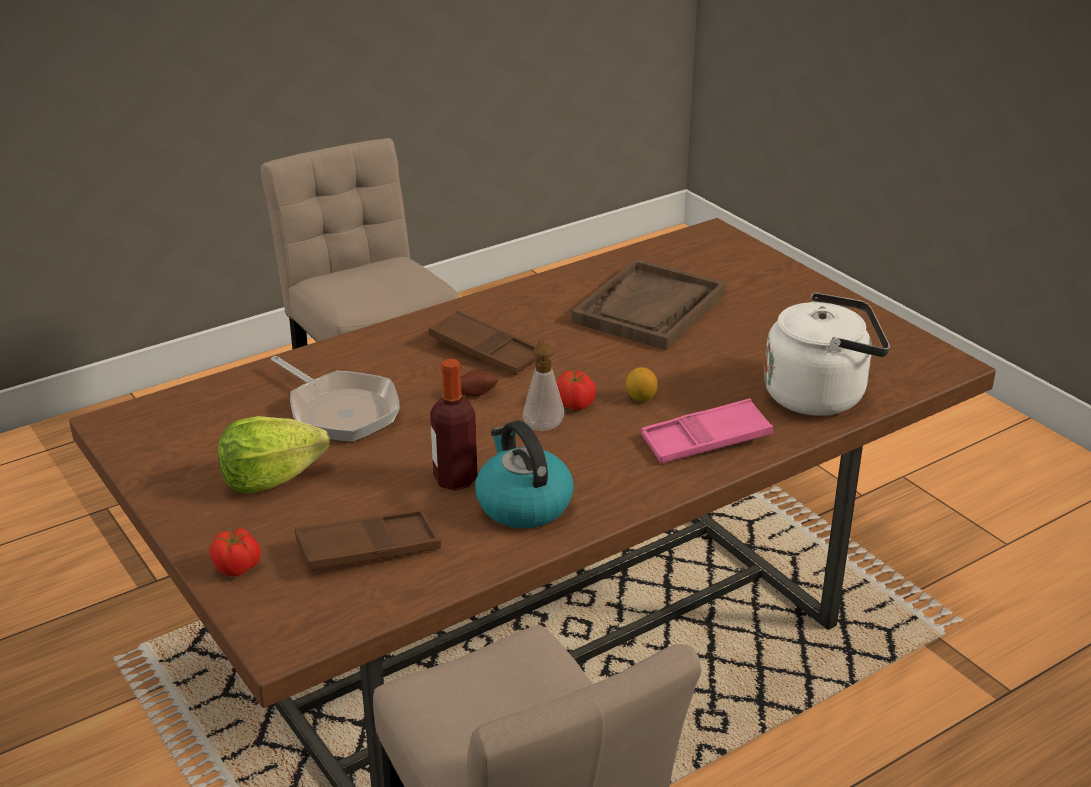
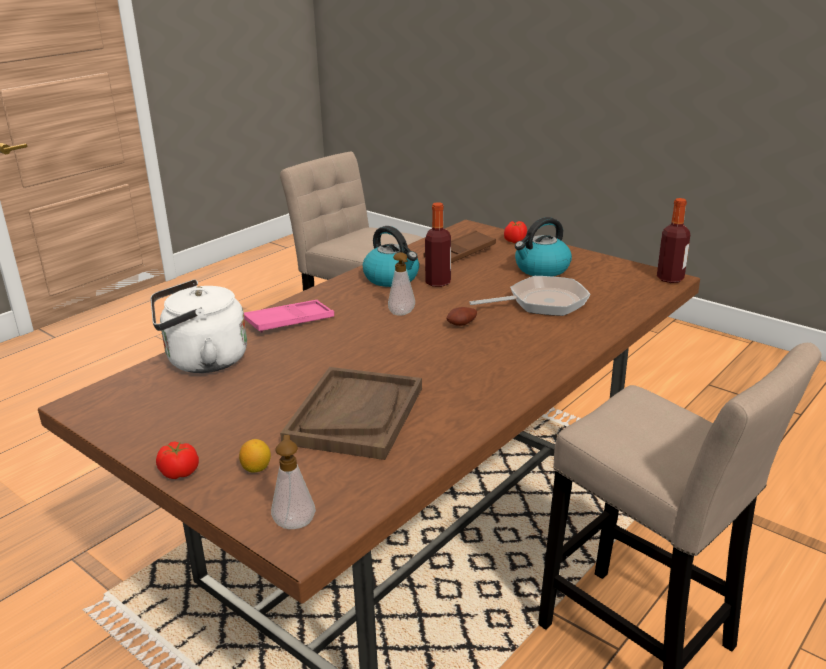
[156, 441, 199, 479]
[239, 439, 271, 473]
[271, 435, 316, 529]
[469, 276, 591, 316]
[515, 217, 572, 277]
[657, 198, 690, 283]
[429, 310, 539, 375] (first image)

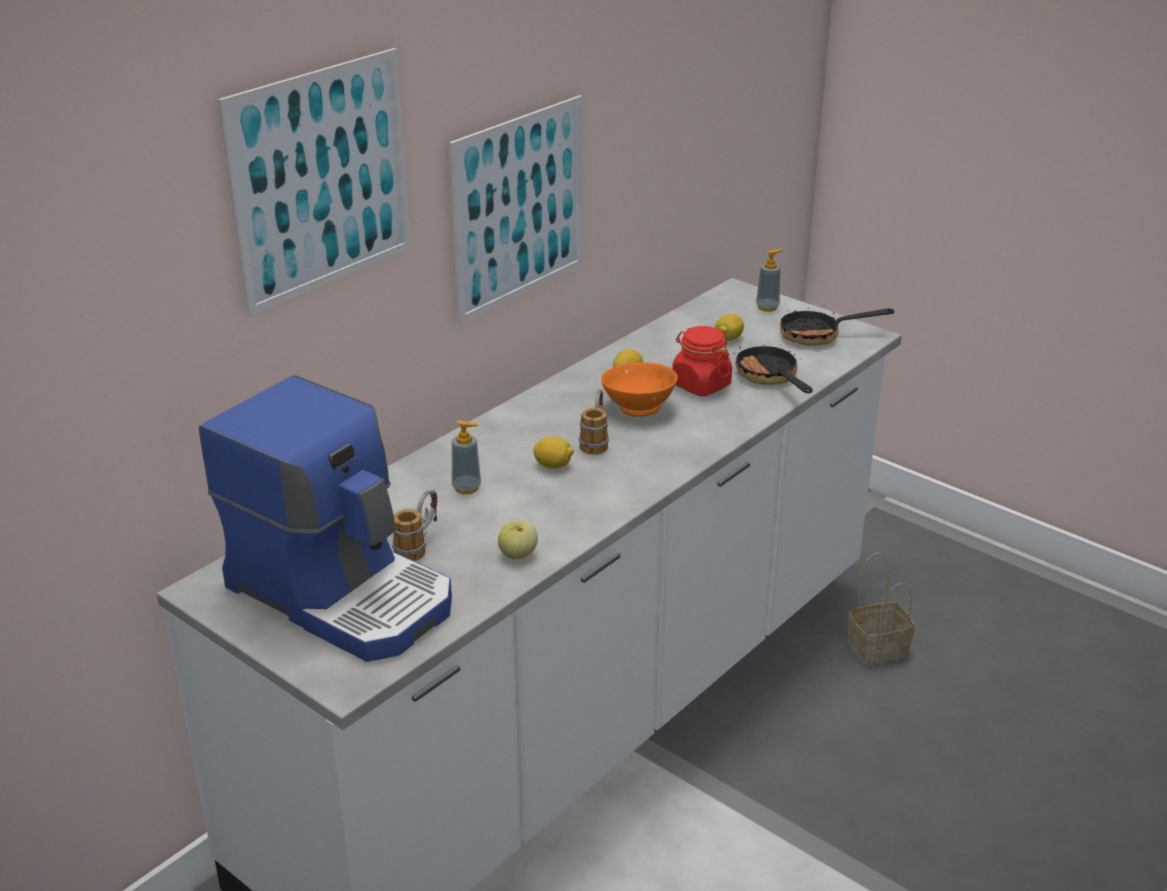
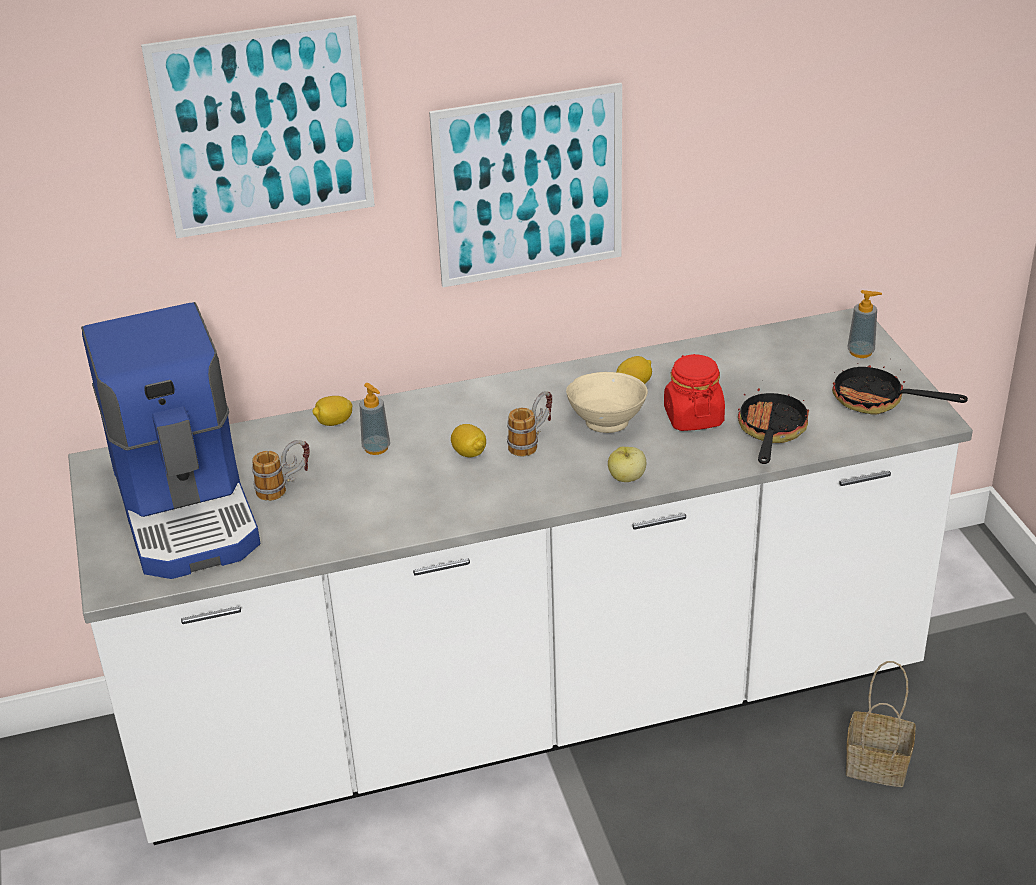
[312, 396, 353, 426]
[566, 372, 648, 433]
[608, 446, 646, 482]

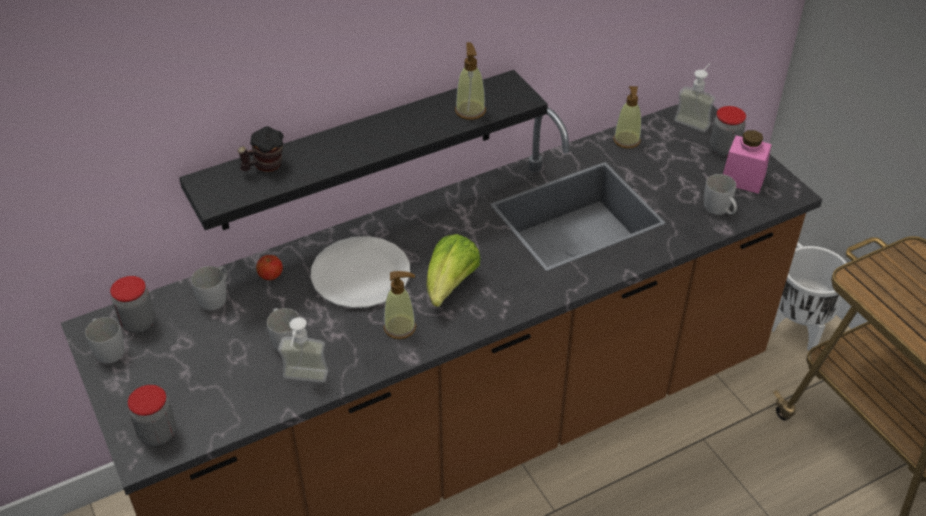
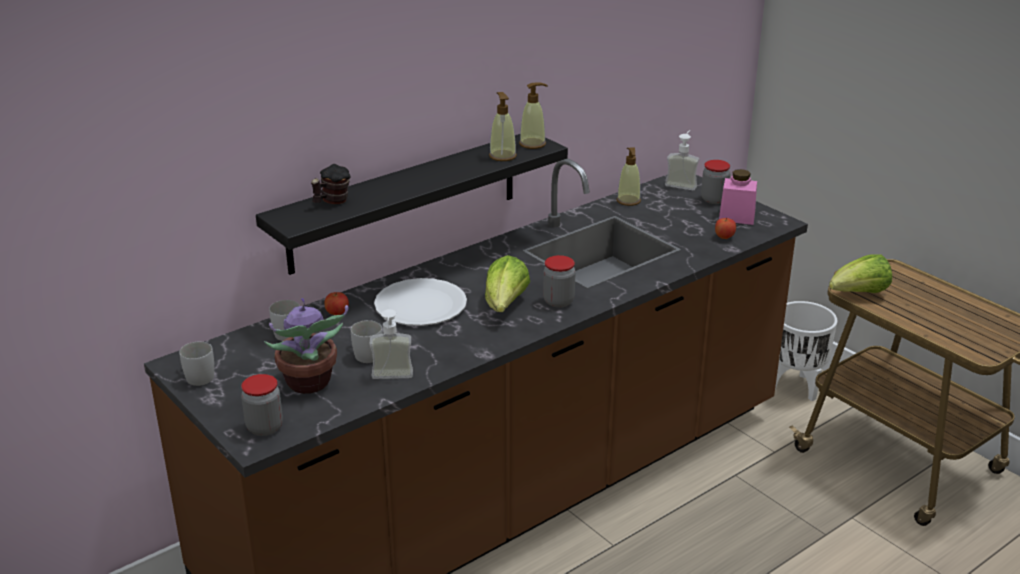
[264, 298, 349, 394]
[519, 83, 548, 149]
[543, 255, 576, 308]
[715, 218, 736, 239]
[829, 254, 892, 293]

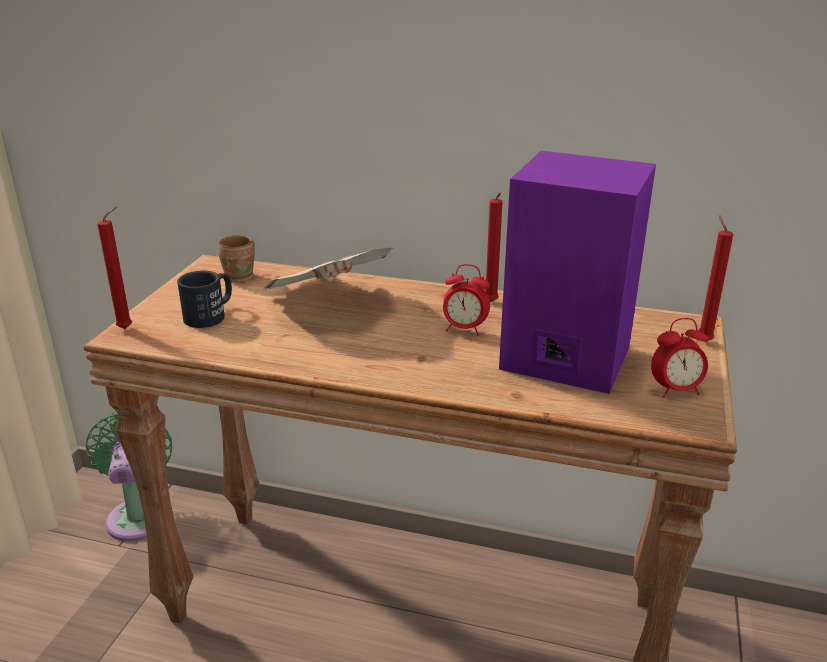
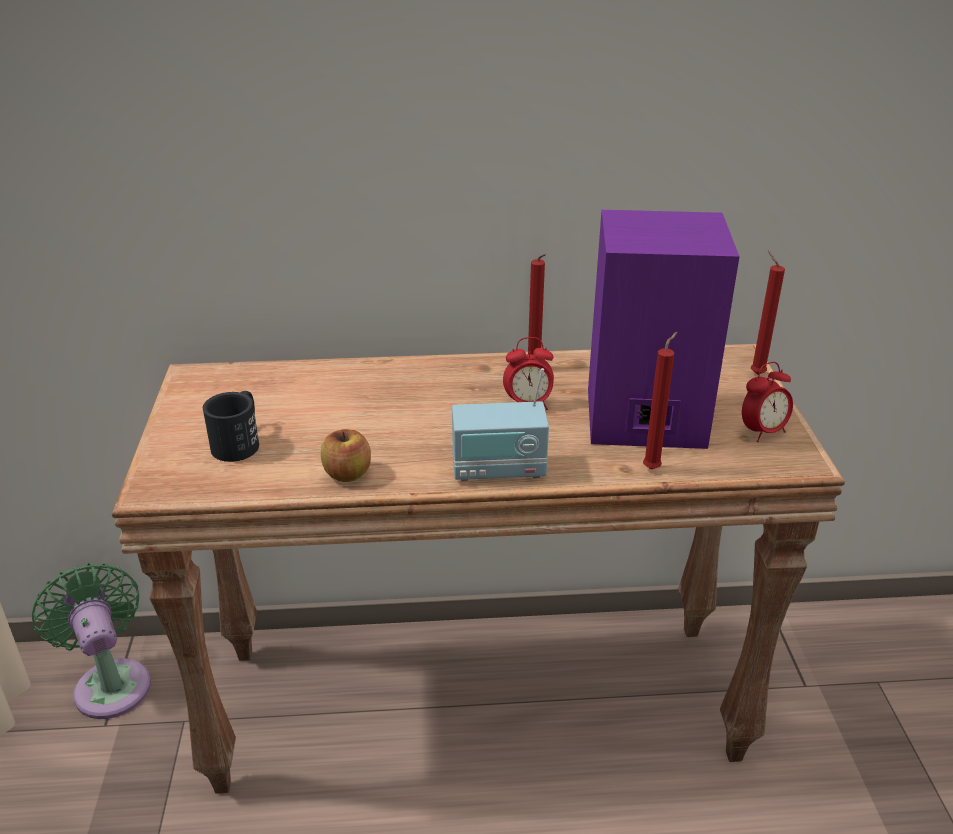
[321, 429, 371, 482]
[452, 368, 549, 481]
[643, 332, 677, 469]
[218, 235, 255, 282] (first image)
[263, 248, 394, 290] (first image)

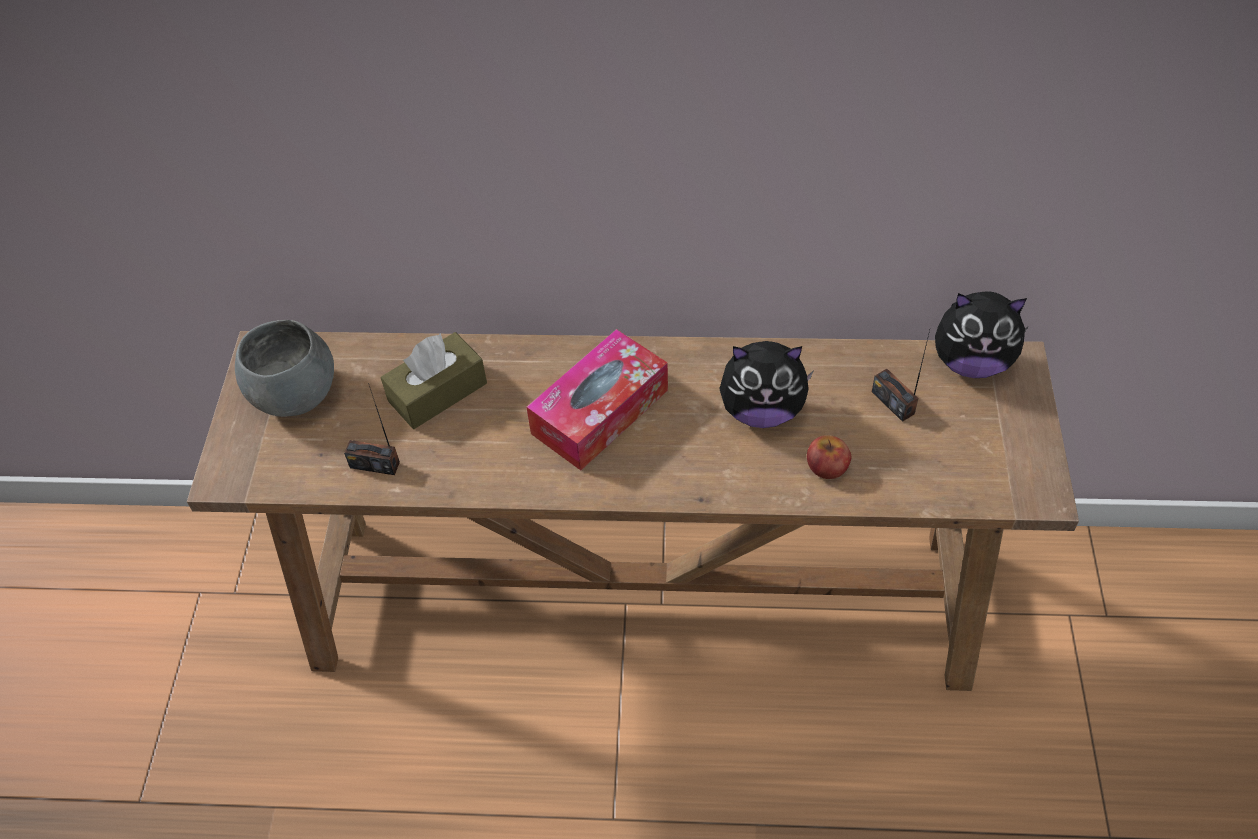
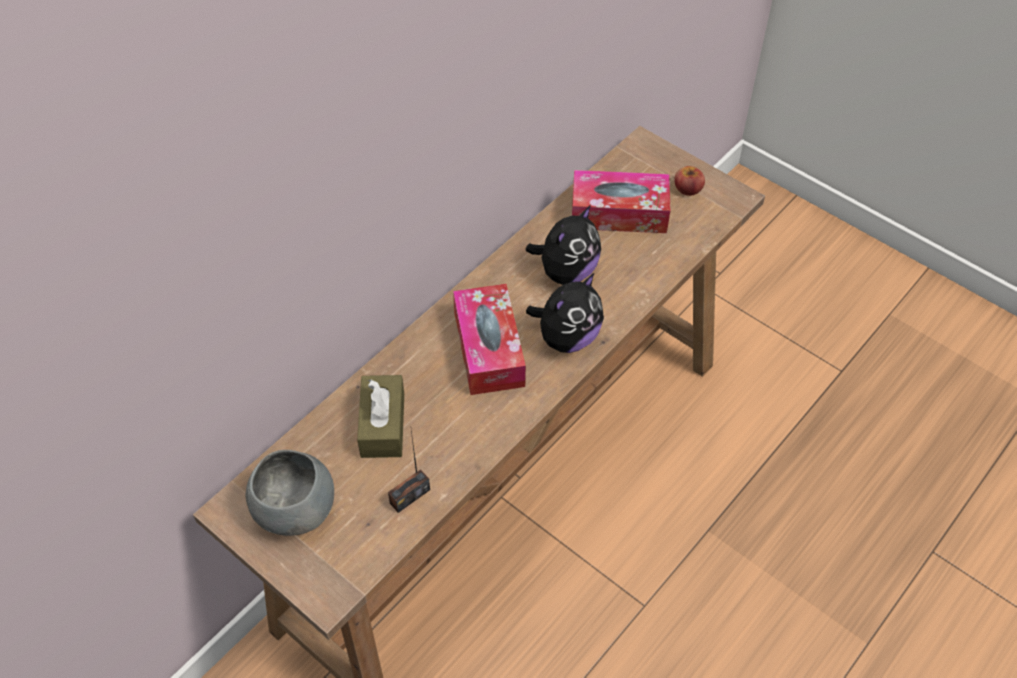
[526, 273, 604, 353]
[572, 170, 670, 233]
[674, 166, 705, 196]

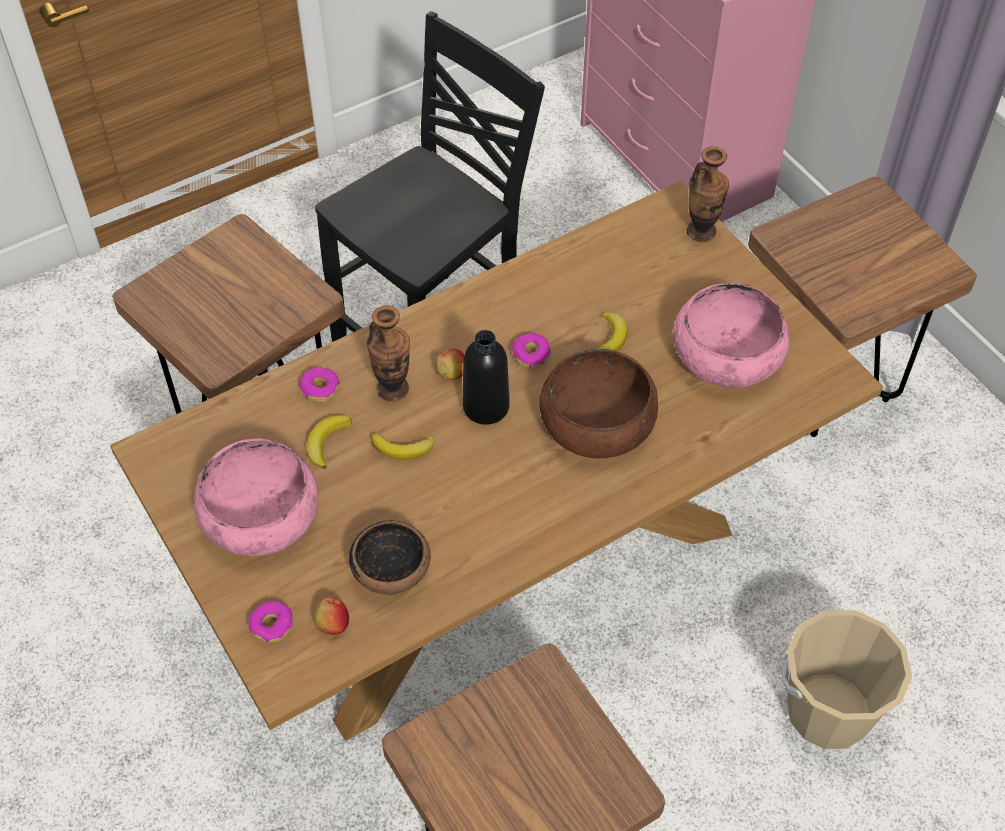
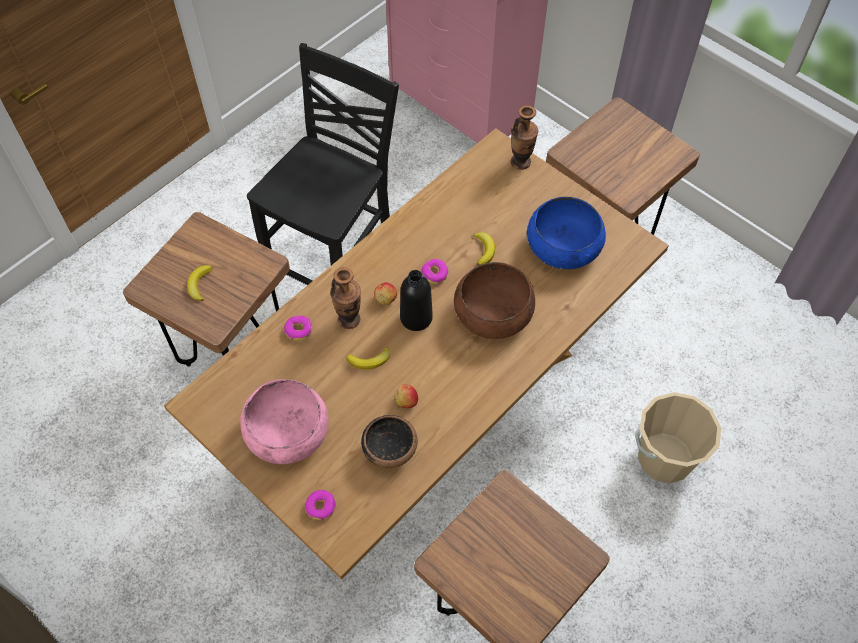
[187, 265, 213, 301]
[395, 385, 418, 408]
[527, 197, 606, 269]

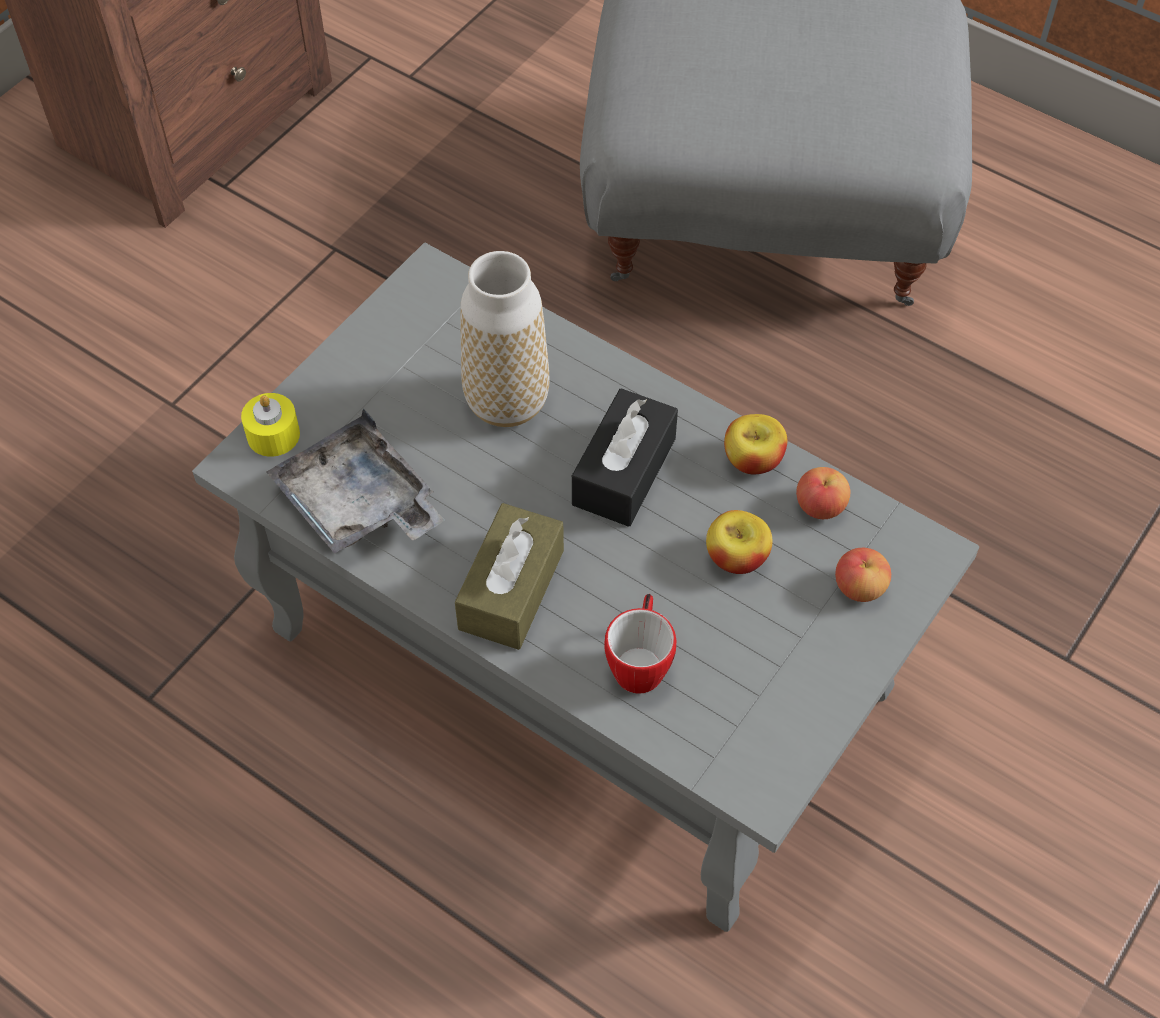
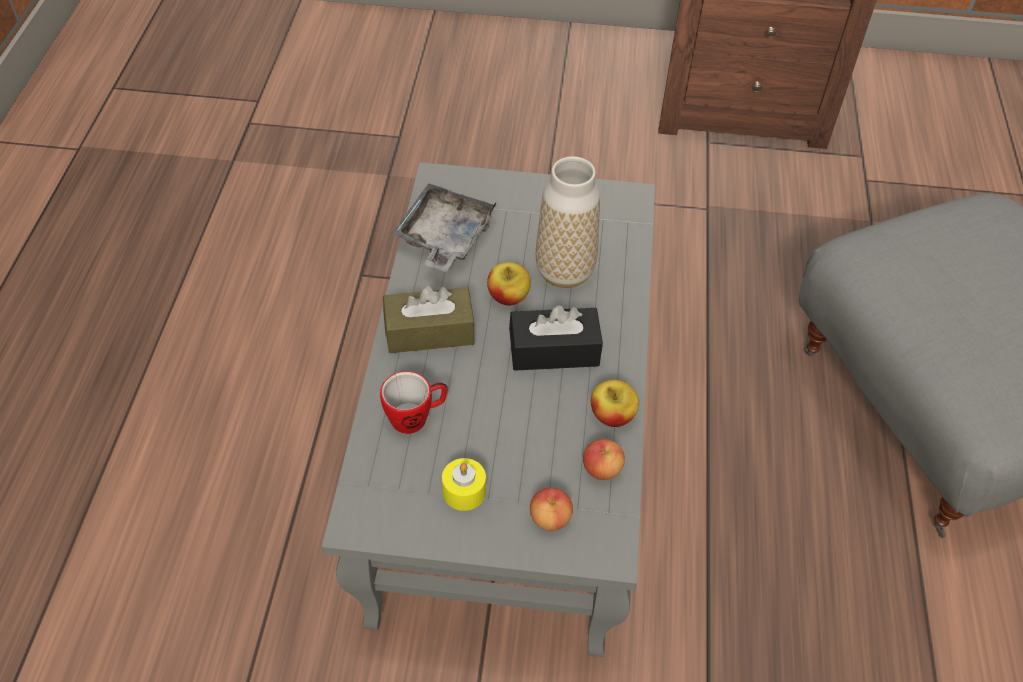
[442, 458, 486, 511]
[487, 262, 531, 306]

